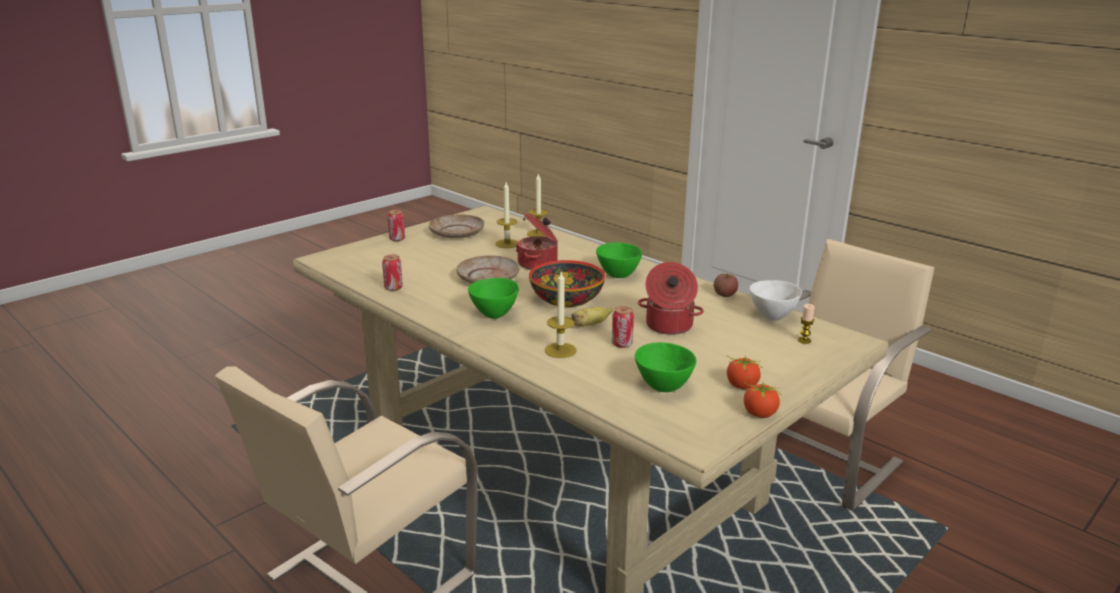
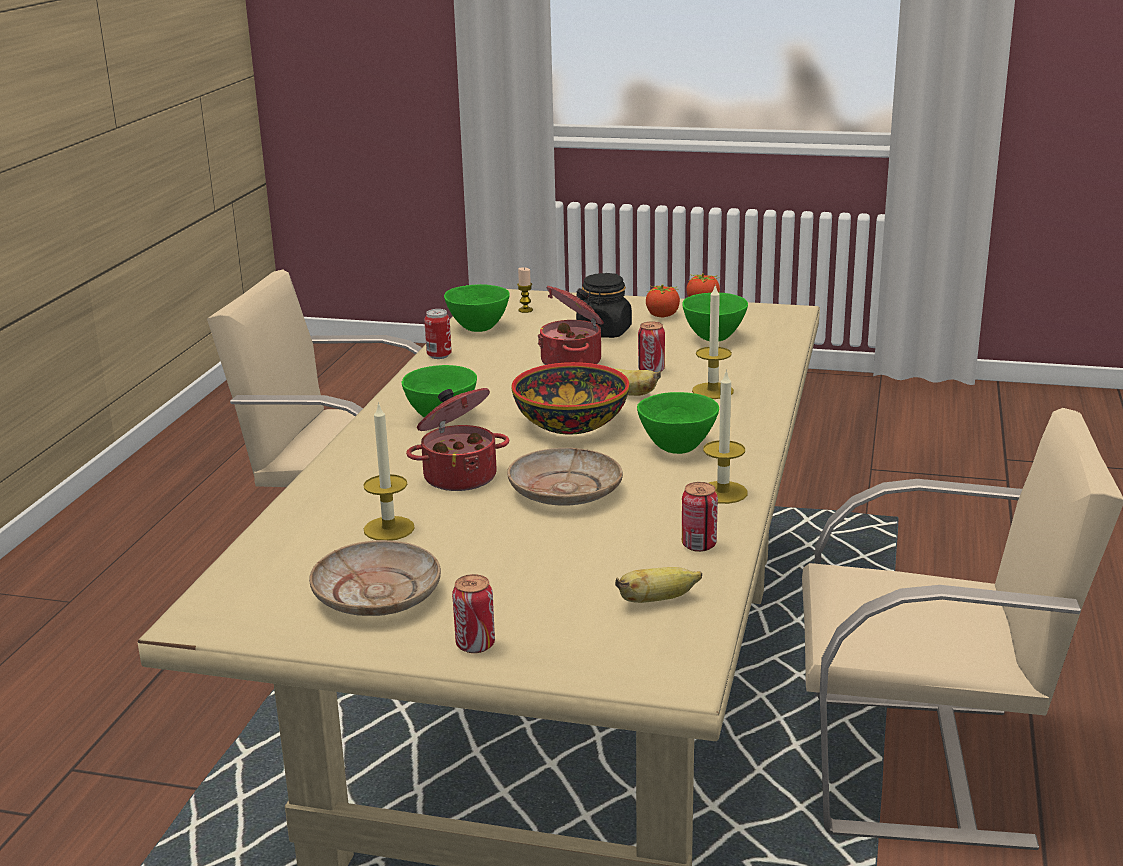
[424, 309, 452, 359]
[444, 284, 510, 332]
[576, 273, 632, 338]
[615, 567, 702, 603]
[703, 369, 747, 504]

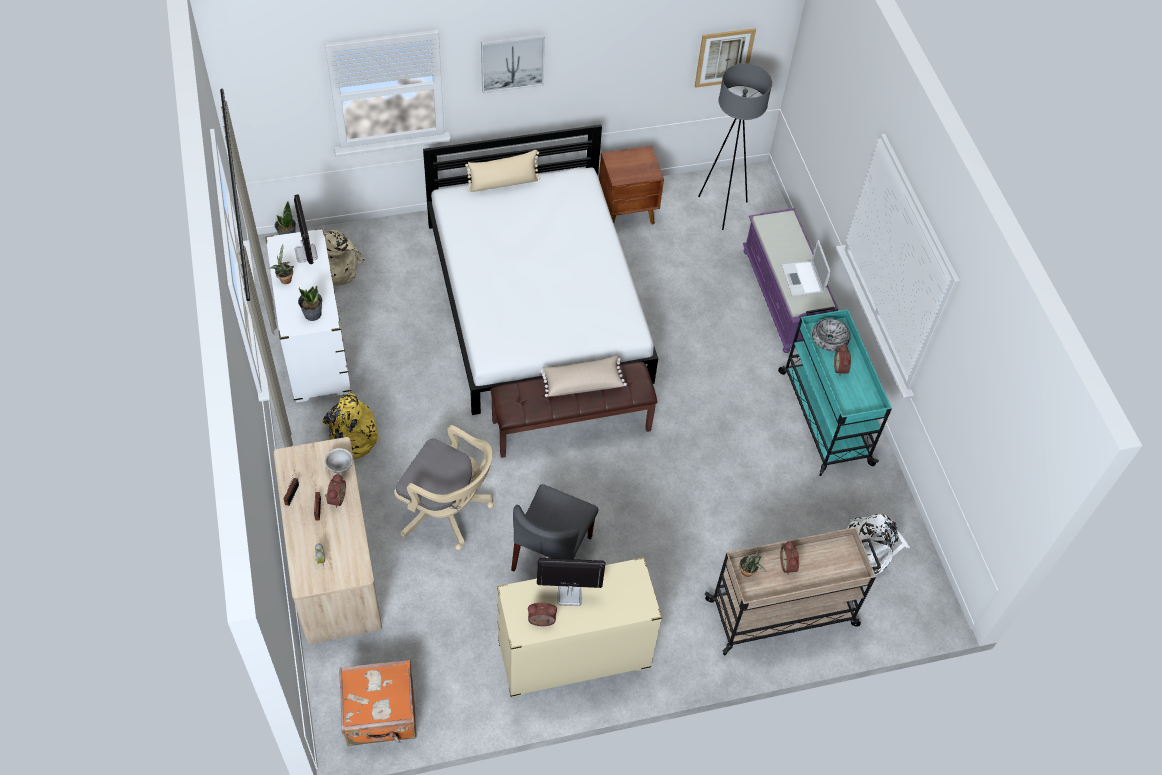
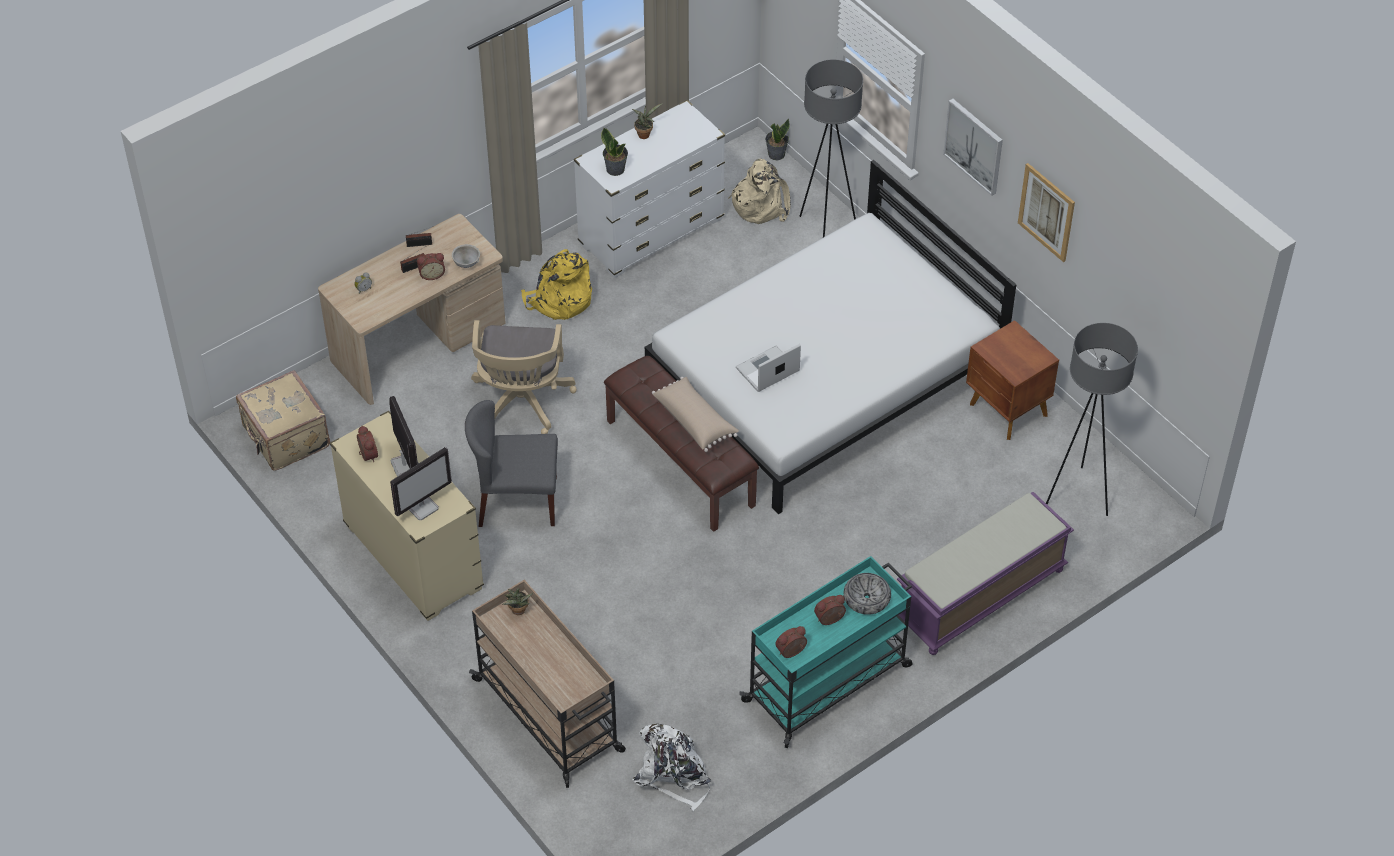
[236, 370, 330, 471]
[390, 447, 452, 520]
[736, 344, 801, 392]
[775, 626, 807, 658]
[799, 59, 863, 237]
[1018, 163, 1075, 262]
[465, 150, 540, 192] (first image)

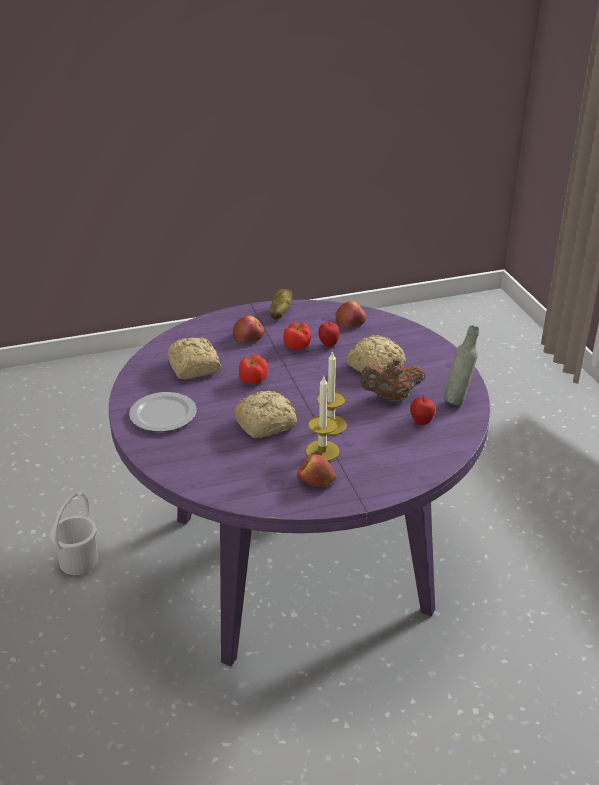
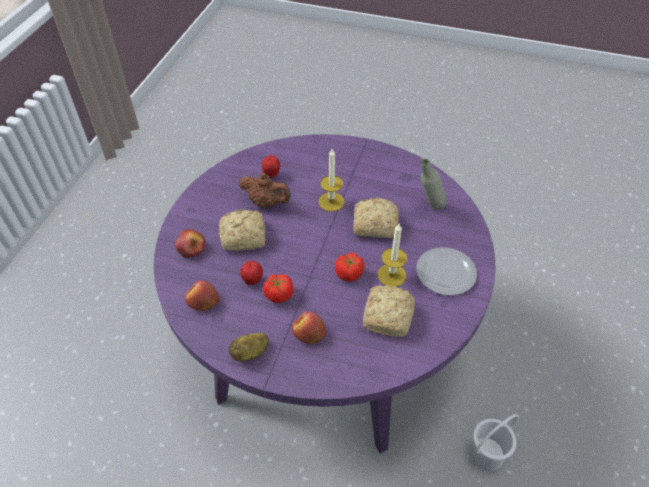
[175, 229, 205, 258]
[378, 224, 407, 287]
[420, 159, 447, 210]

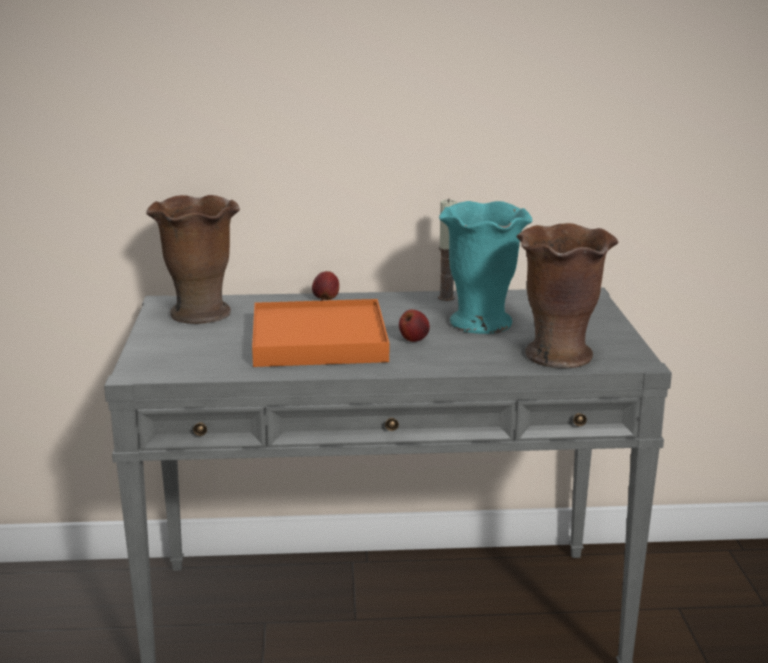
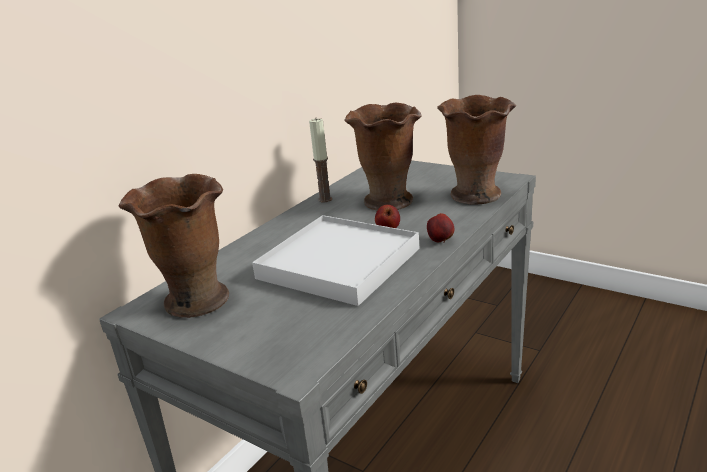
[252, 215, 419, 306]
[344, 103, 421, 210]
[427, 213, 454, 243]

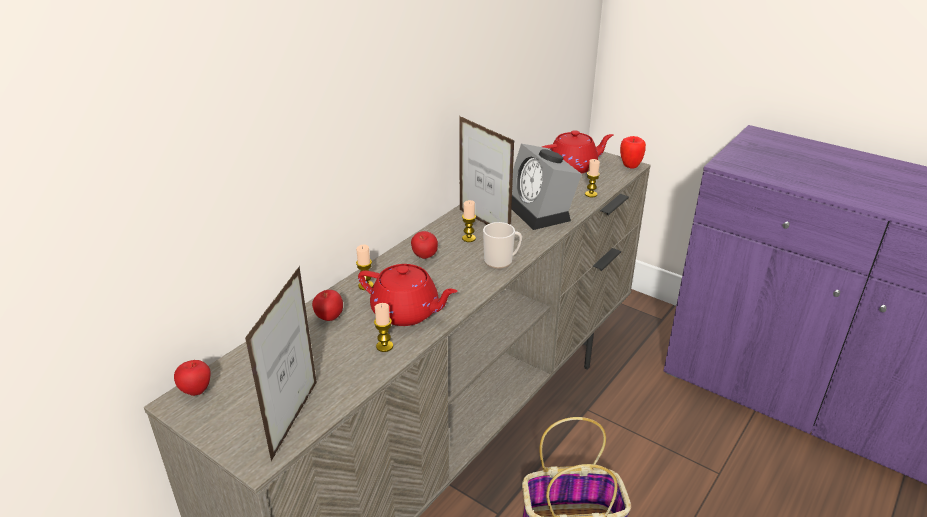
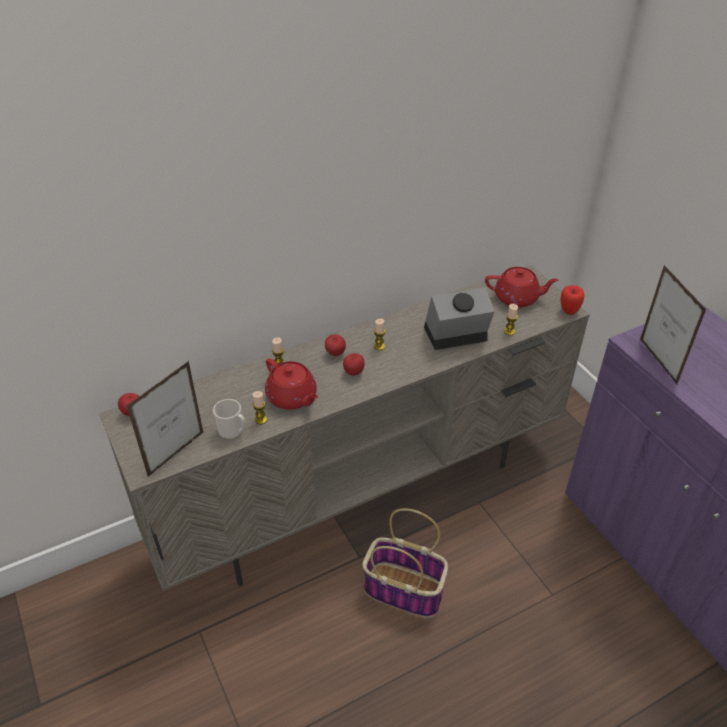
[213, 399, 245, 439]
[343, 353, 365, 375]
[424, 287, 495, 350]
[640, 265, 706, 384]

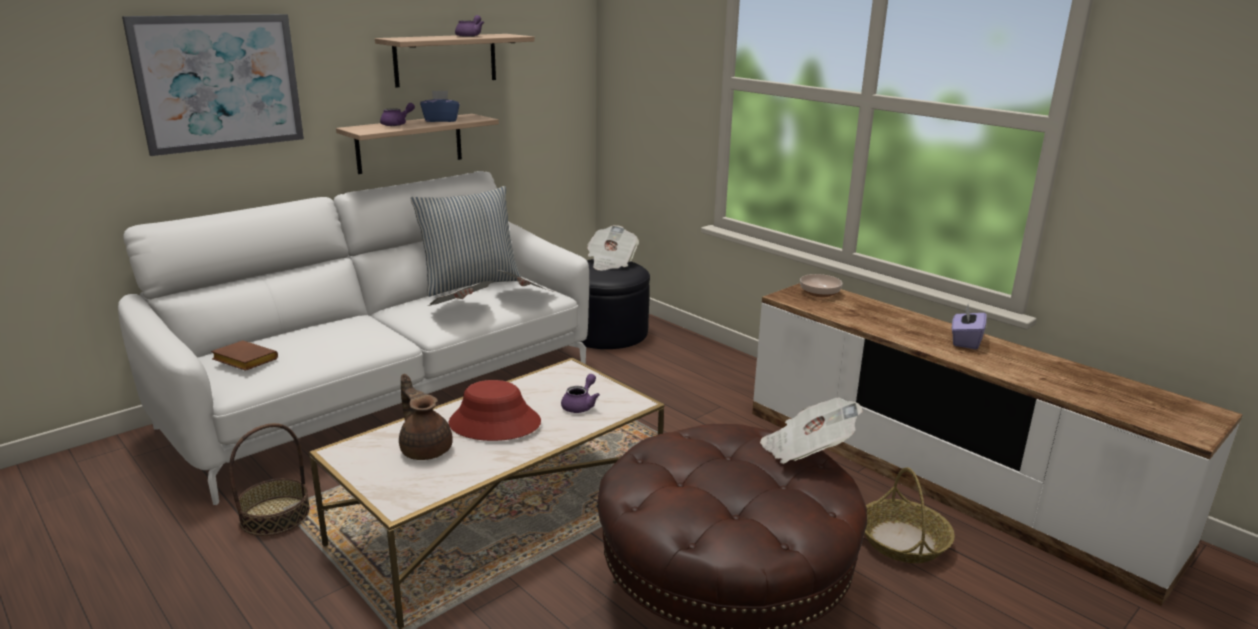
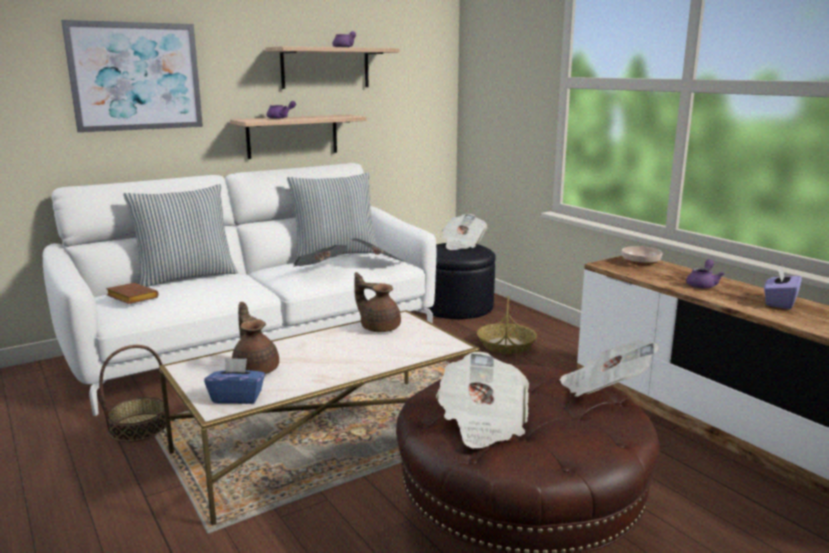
[123, 184, 238, 287]
[204, 358, 265, 404]
[354, 272, 401, 332]
[436, 352, 529, 449]
[477, 296, 537, 354]
[686, 259, 725, 289]
[449, 380, 541, 441] (first image)

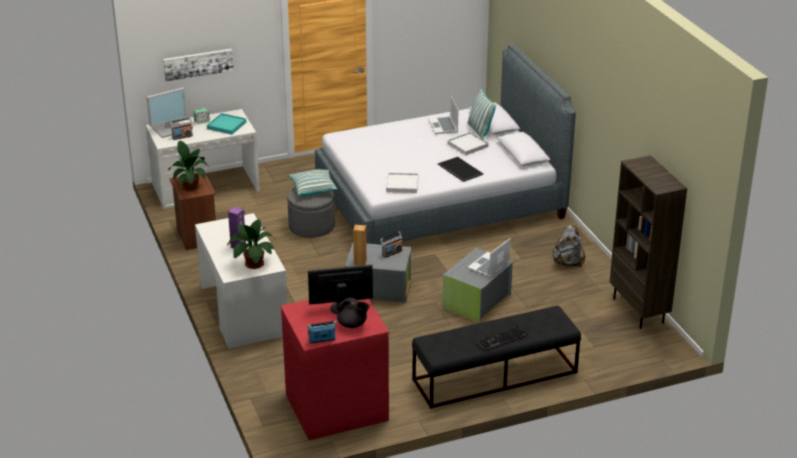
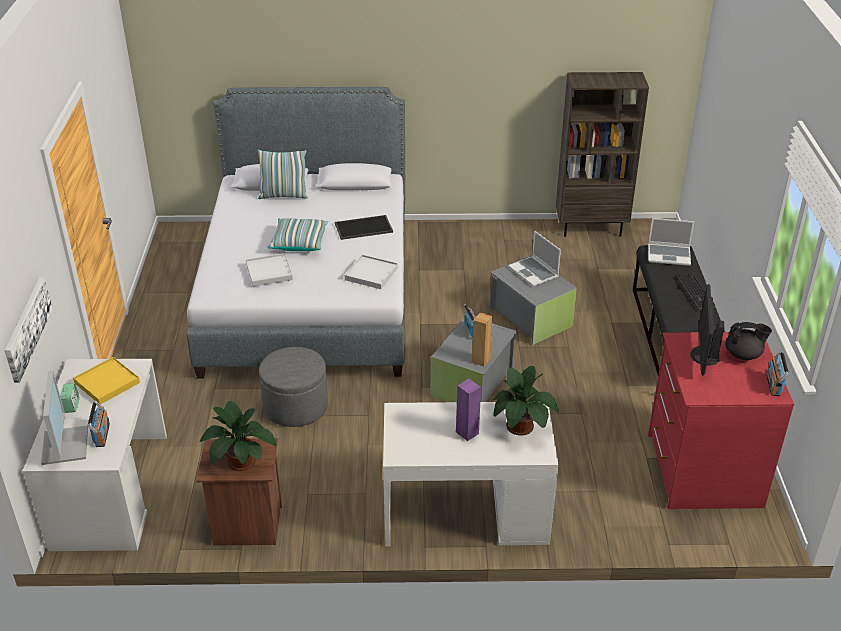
[73, 357, 140, 404]
[246, 253, 293, 287]
[267, 218, 328, 251]
[648, 218, 695, 266]
[725, 322, 772, 360]
[552, 226, 585, 267] (first image)

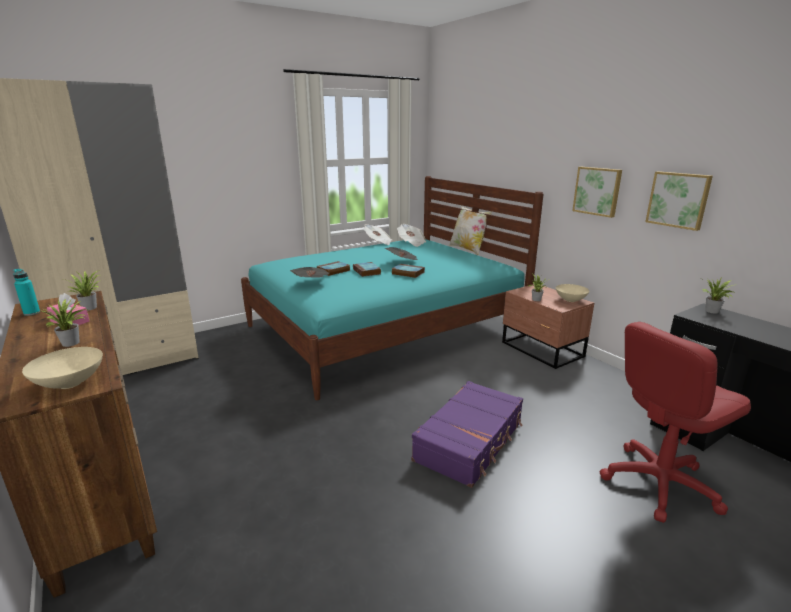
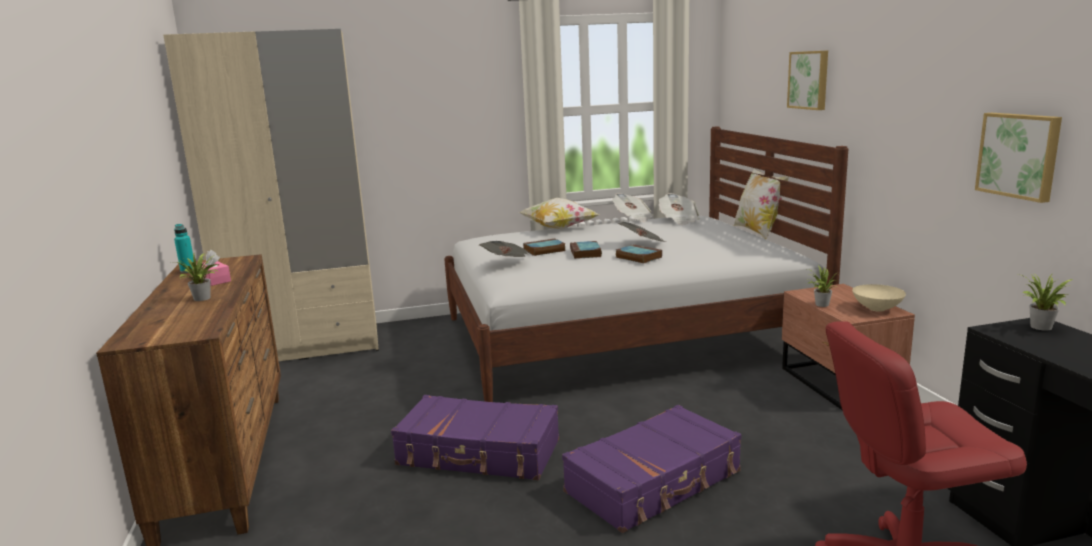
[391, 395, 559, 480]
[444, 127, 848, 402]
[519, 198, 600, 229]
[787, 51, 828, 110]
[22, 347, 103, 389] (first image)
[63, 270, 101, 311] (first image)

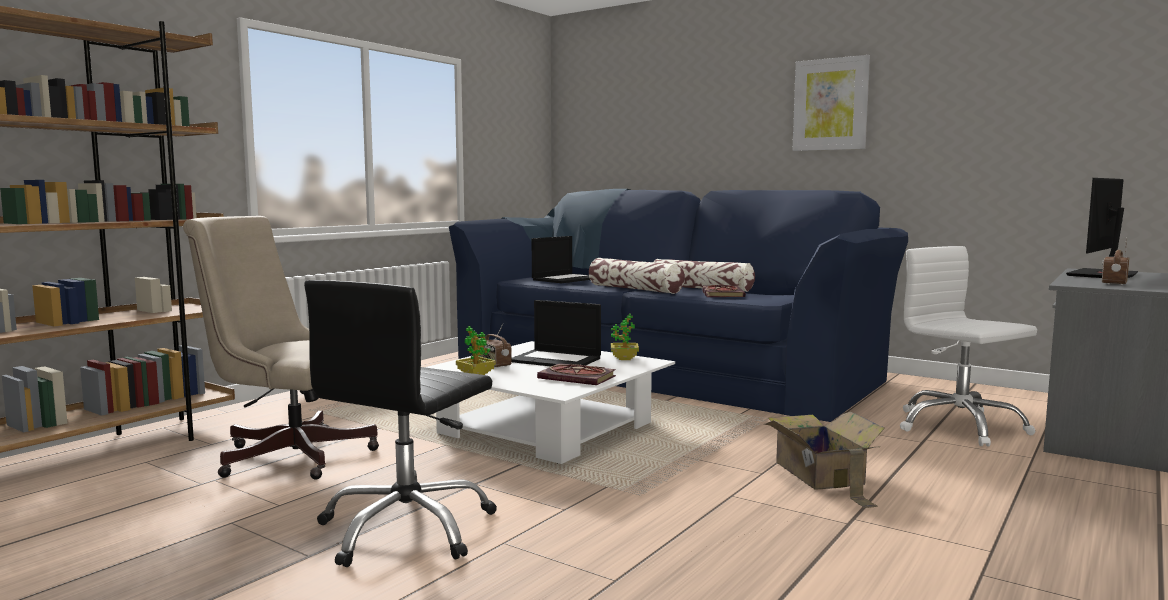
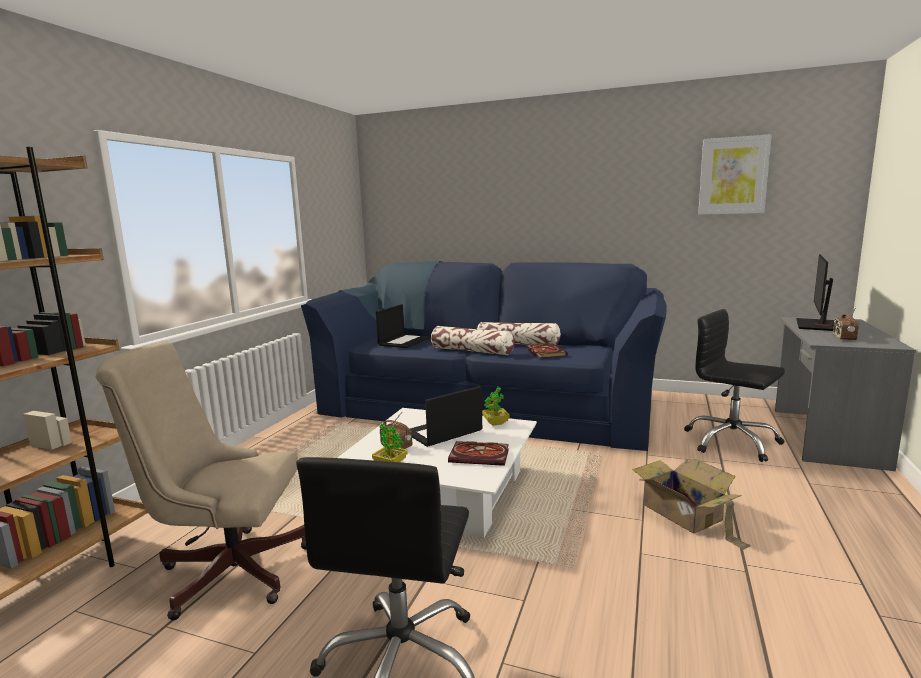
[410, 386, 482, 447]
[684, 309, 785, 462]
[698, 134, 772, 215]

